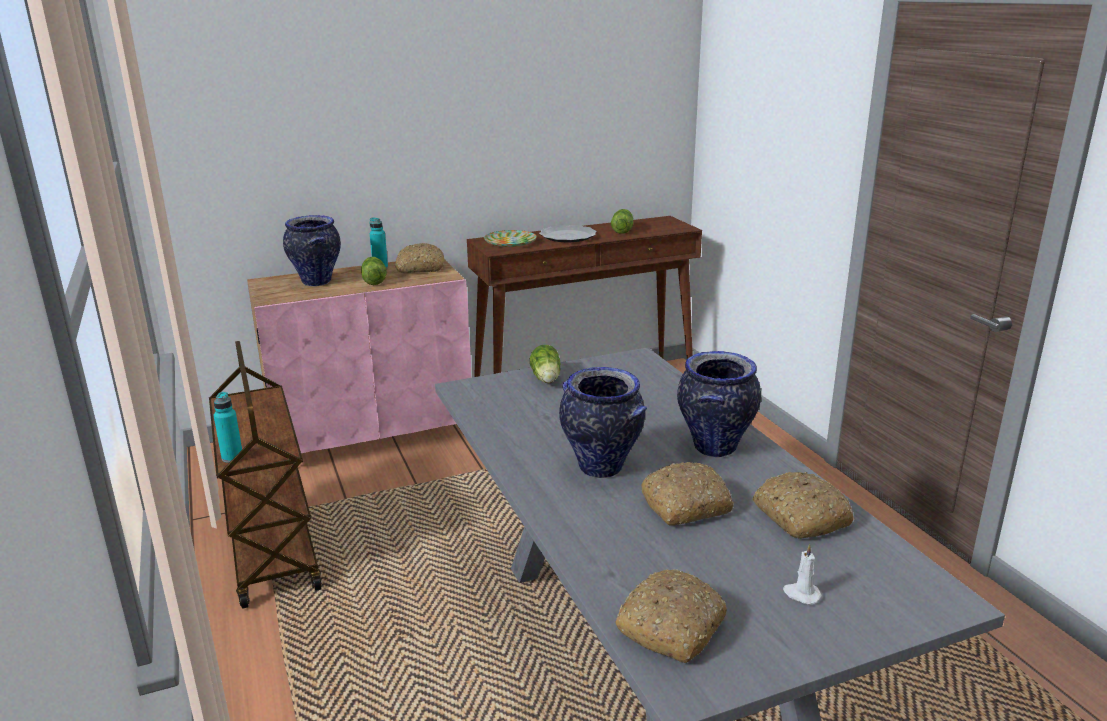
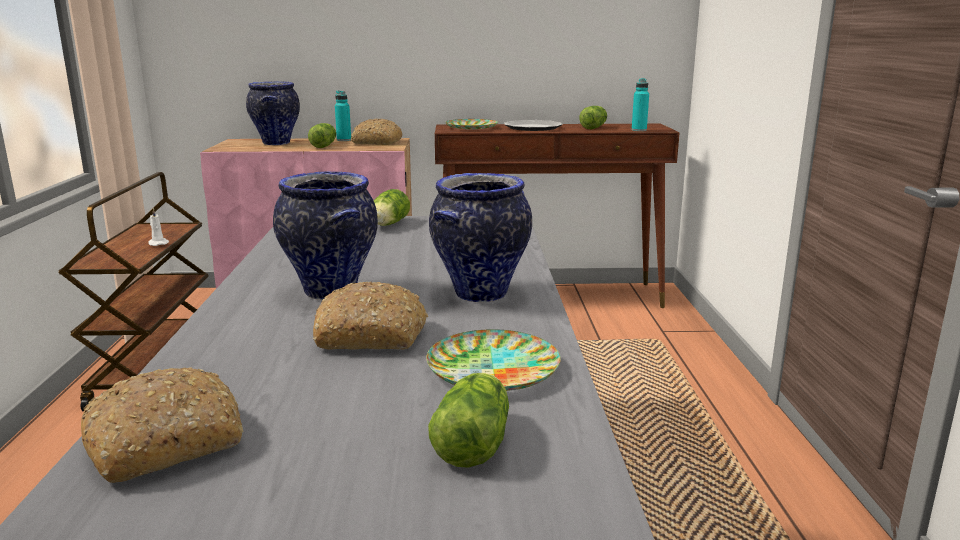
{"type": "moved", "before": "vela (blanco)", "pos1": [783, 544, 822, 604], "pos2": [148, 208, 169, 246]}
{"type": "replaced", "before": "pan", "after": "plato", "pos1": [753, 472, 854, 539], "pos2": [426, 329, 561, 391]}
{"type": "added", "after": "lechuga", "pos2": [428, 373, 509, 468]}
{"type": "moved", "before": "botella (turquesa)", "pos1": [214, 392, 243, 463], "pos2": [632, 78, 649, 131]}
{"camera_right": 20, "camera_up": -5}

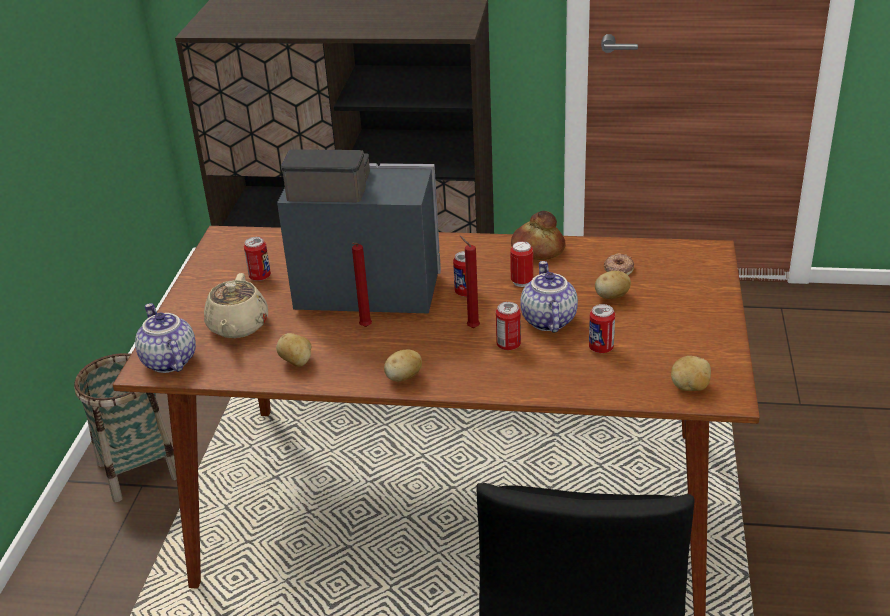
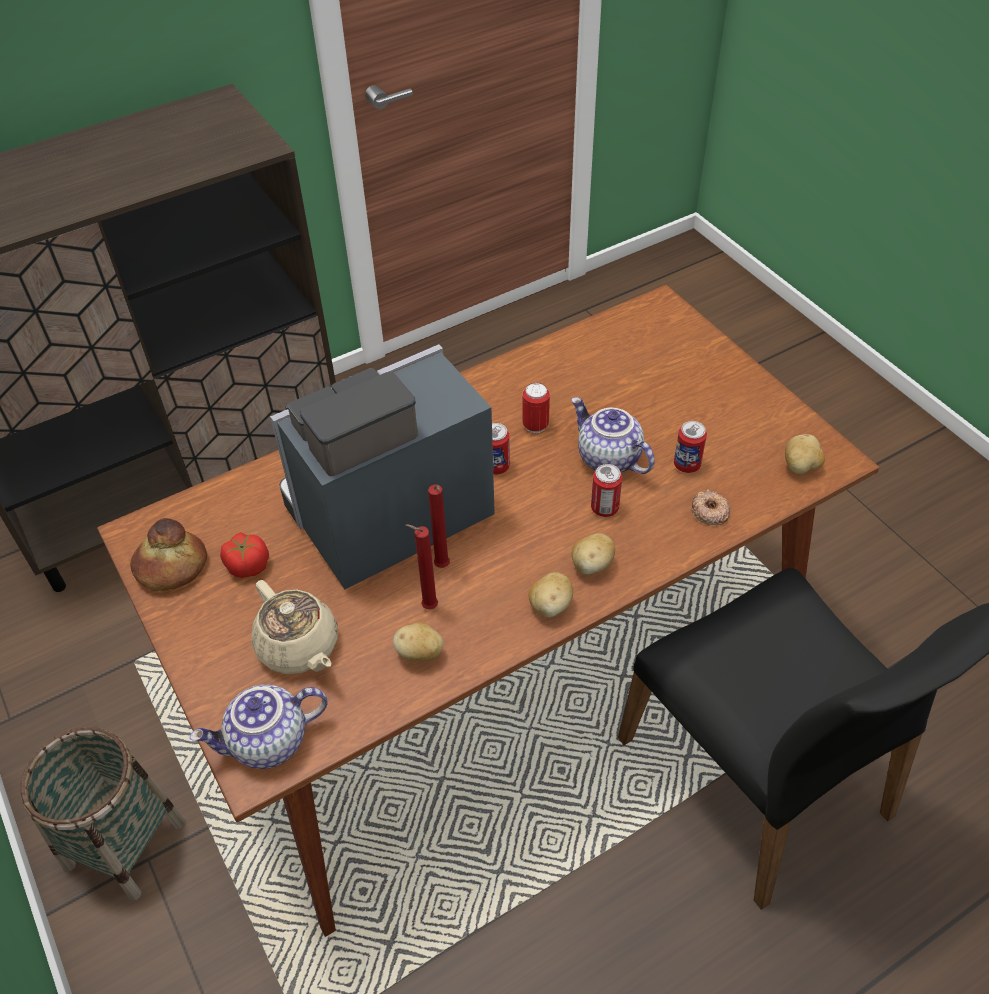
{"type": "moved", "before": "pan", "pos1": [511, 211, 566, 260], "pos2": [130, 518, 207, 591]}
{"type": "turned", "before": "tetera", "pos1": [135, 303, 196, 373], "pos2": [190, 685, 328, 769], "turn": -45}
{"type": "replaced", "before": "lata", "after": "tomate", "pos1": [244, 237, 271, 281], "pos2": [220, 532, 269, 578]}
{"type": "moved", "before": "vela (rojo)", "pos1": [460, 236, 480, 328], "pos2": [405, 524, 438, 609]}
{"type": "moved", "before": "patata", "pos1": [595, 271, 631, 299], "pos2": [571, 533, 615, 575]}
{"type": "moved", "before": "rosquilla", "pos1": [604, 253, 634, 275], "pos2": [691, 490, 730, 525]}
{"camera_right": -40, "camera_up": 15}

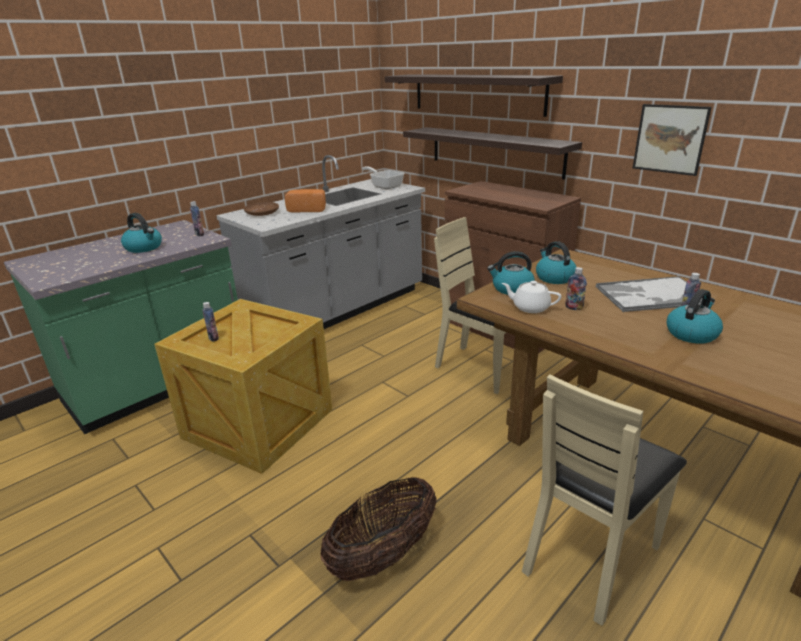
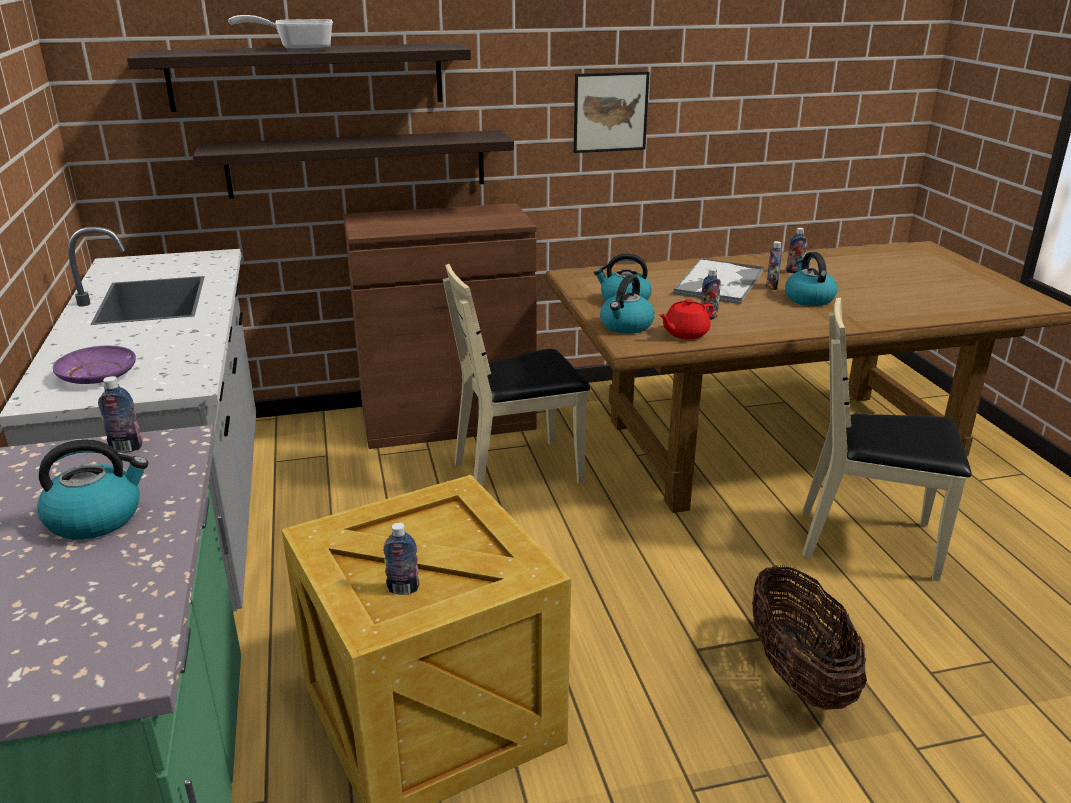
{"type": "recoloured", "before": "plato (marrón)", "after": "plato (morado)", "pos1": [244, 202, 279, 216], "pos2": [53, 346, 136, 384]}
{"type": "moved", "before": "sartén", "pos1": [362, 166, 404, 189], "pos2": [228, 15, 333, 51]}
{"type": "recoloured", "before": "tetera (blanco)", "after": "tetera (rojo)", "pos1": [502, 281, 561, 313], "pos2": [659, 299, 714, 339]}
{"type": "added", "after": "botella", "pos2": [786, 228, 808, 273]}
{"type": "turned", "before": "silla (beis)", "pos1": [522, 374, 687, 626], "pos2": [802, 298, 972, 581], "turn": 120}
{"type": "removed", "before": "pan", "pos1": [285, 189, 326, 213]}
{"camera_right": -60, "camera_up": 0}

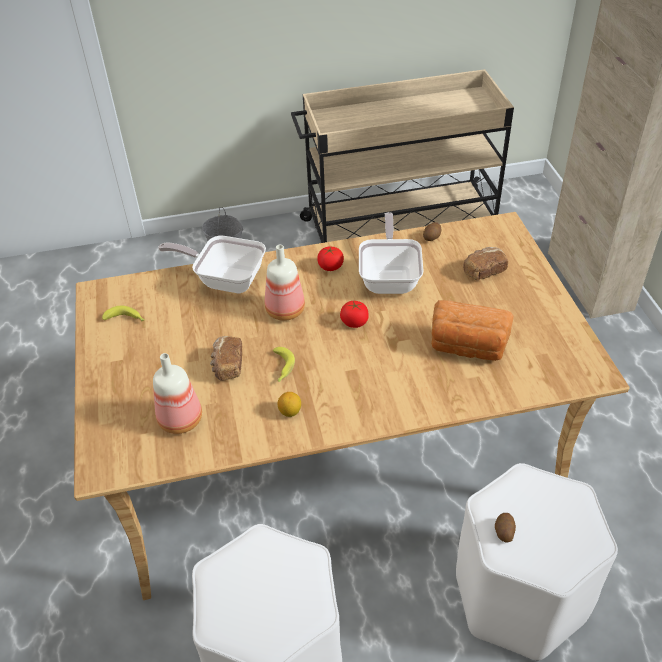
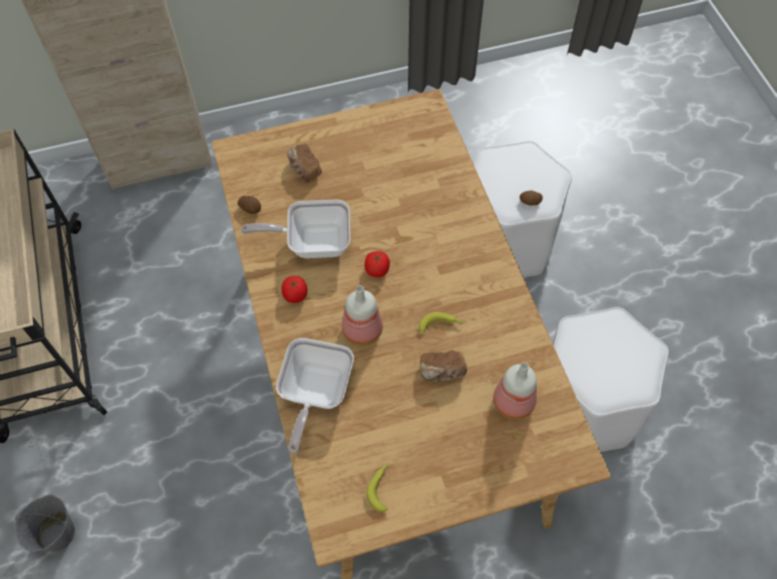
{"type": "removed", "before": "limón", "pos1": [278, 392, 301, 417]}
{"type": "removed", "before": "pan", "pos1": [431, 300, 514, 361]}
{"camera_right": -95, "camera_up": 15}

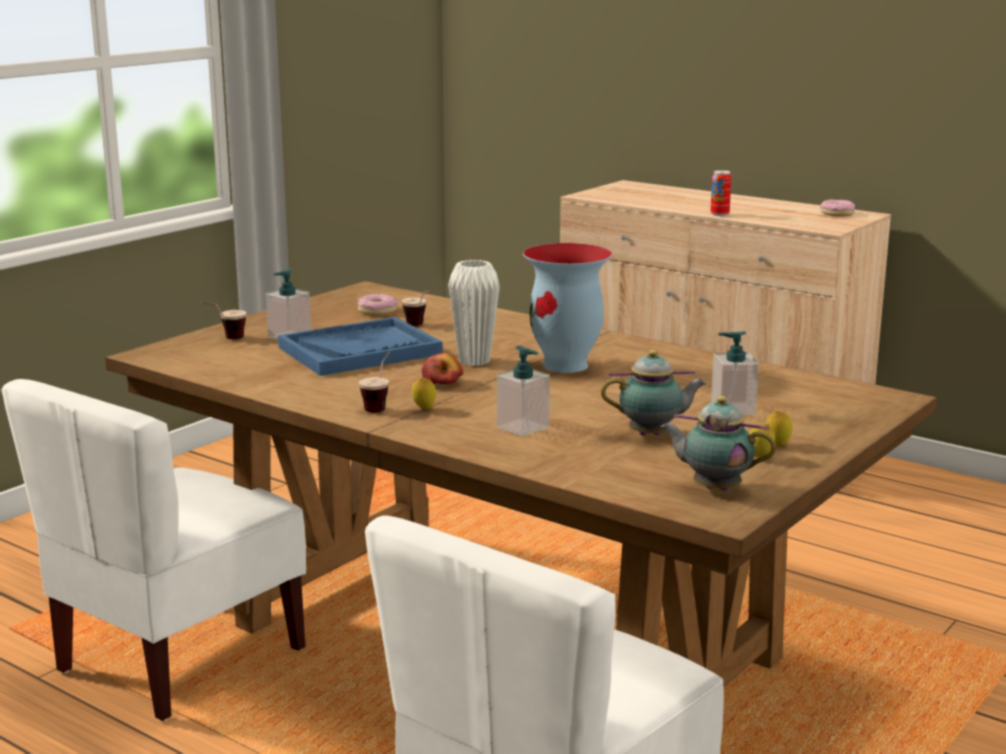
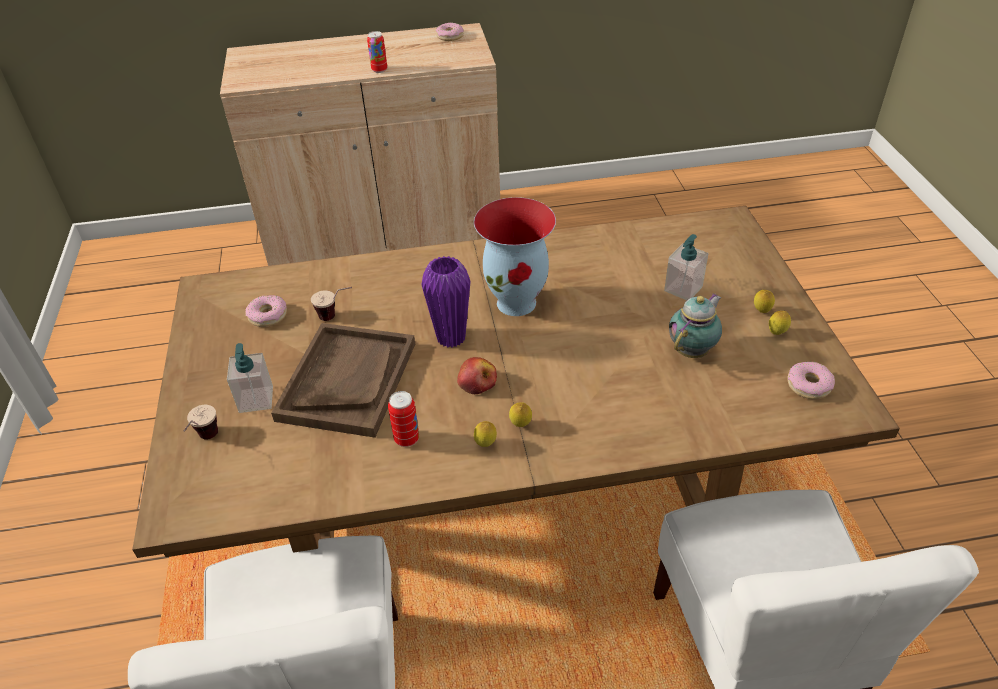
{"type": "recoloured", "before": "bandeja (azul)", "after": "bandeja (marrón)", "pos1": [278, 317, 443, 376], "pos2": [271, 323, 415, 438]}
{"type": "added", "after": "lata", "pos2": [388, 391, 419, 447]}
{"type": "recoloured", "before": "florero (blanco)", "after": "florero (morado)", "pos1": [448, 260, 500, 366], "pos2": [421, 256, 471, 348]}
{"type": "replaced", "before": "taza", "after": "limón", "pos1": [359, 351, 391, 413], "pos2": [474, 421, 497, 447]}
{"type": "replaced", "before": "tetera", "after": "rosquilla", "pos1": [660, 396, 776, 491], "pos2": [787, 361, 835, 399]}
{"type": "removed", "before": "dispensador de jabón", "pos1": [497, 346, 550, 437]}
{"camera_right": -45, "camera_up": 25}

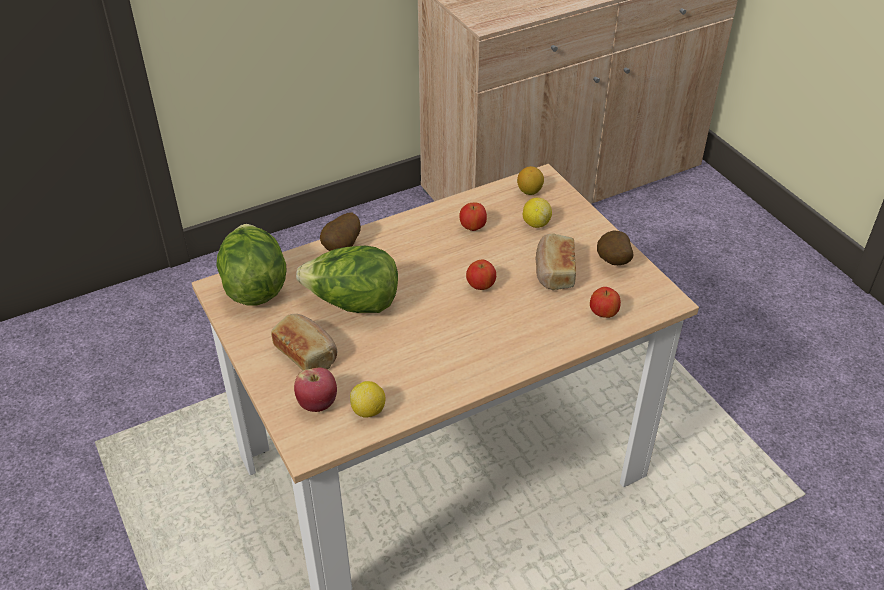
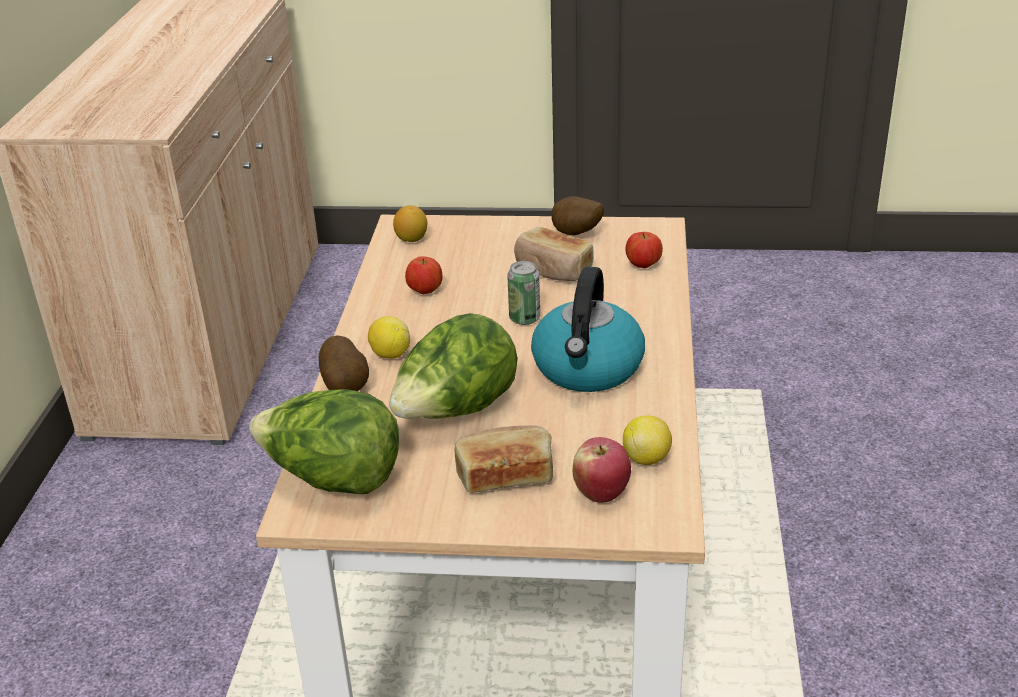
{"type": "moved", "before": "limón", "pos1": [523, 198, 552, 228], "pos2": [368, 316, 410, 359]}
{"type": "replaced", "before": "manzana", "after": "lata", "pos1": [466, 259, 496, 290], "pos2": [507, 261, 540, 325]}
{"type": "added", "after": "hervidor", "pos2": [531, 266, 645, 392]}
{"camera_right": -55, "camera_up": -10}

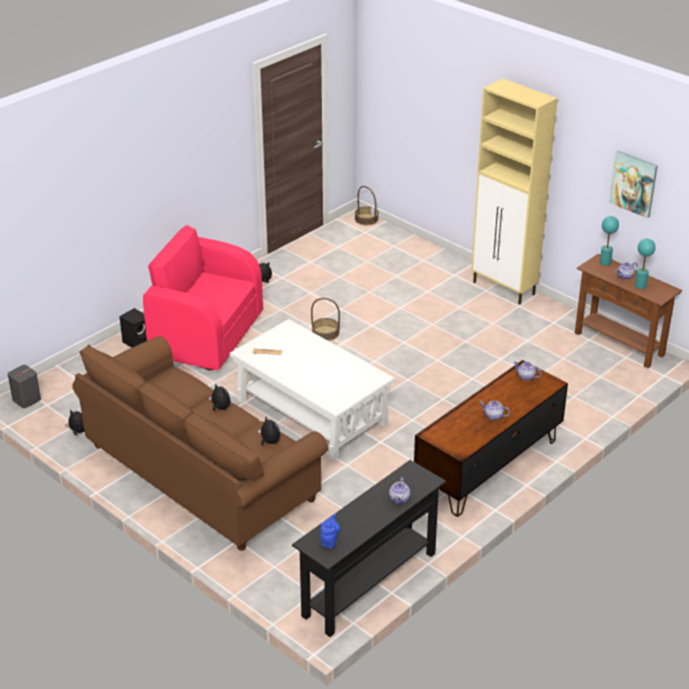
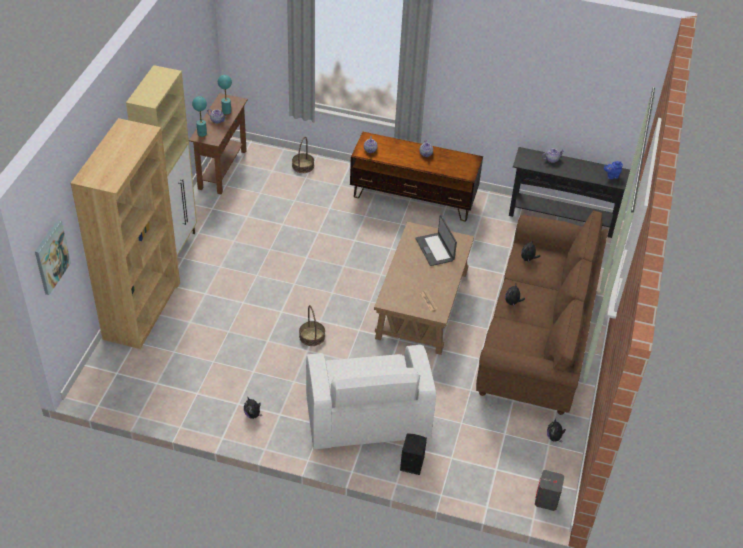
{"type": "moved", "before": "cuadro", "pos1": [609, 151, 658, 218], "pos2": [35, 220, 71, 295]}
{"type": "added", "after": "estantería (marrón)", "pos2": [71, 118, 180, 349]}
{"type": "moved", "before": "cesta", "pos1": [355, 186, 379, 225], "pos2": [292, 137, 314, 173]}
{"type": "recoloured", "before": "sillón (rosa)", "after": "sillón (blanco)", "pos1": [143, 225, 263, 370], "pos2": [306, 345, 436, 449]}
{"type": "recoloured", "before": "mesa de centro (blanco)", "after": "mesa de centro (marrón)", "pos1": [230, 319, 395, 460], "pos2": [374, 222, 474, 355]}
{"type": "added", "after": "portátil", "pos2": [416, 215, 457, 266]}
{"camera_right": -120, "camera_up": 10}

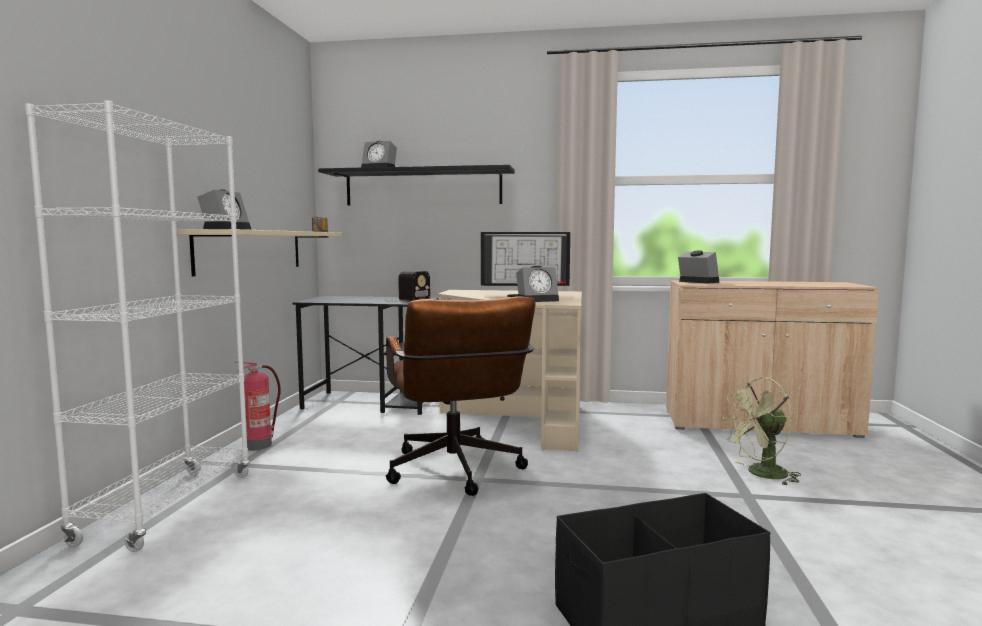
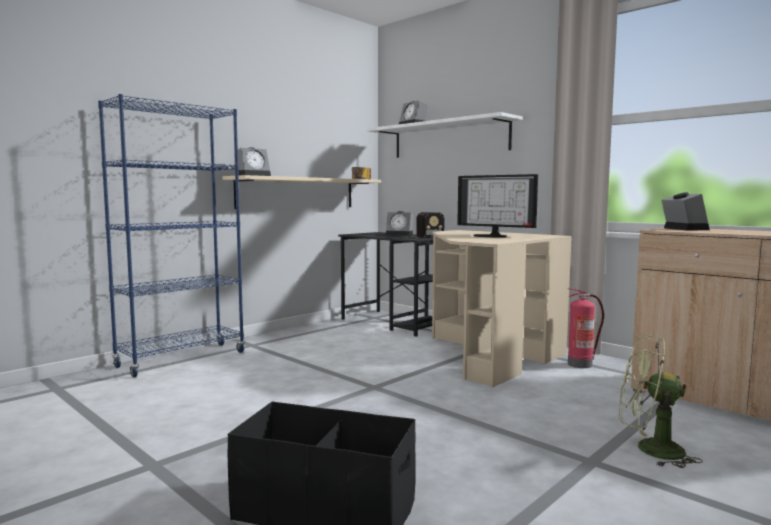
{"type": "recoloured", "before": "estantería (blanco)", "after": "estantería (azul)", "pos1": [25, 100, 250, 552], "pos2": [98, 94, 245, 377]}
{"type": "recoloured", "before": "estante (negro)", "after": "estante (blanco)", "pos1": [318, 165, 515, 206], "pos2": [367, 112, 523, 158]}
{"type": "moved", "before": "despertador", "pos1": [516, 266, 559, 302], "pos2": [386, 211, 414, 236]}
{"type": "moved", "before": "extintor", "pos1": [235, 361, 281, 450], "pos2": [568, 288, 604, 368]}
{"type": "removed", "before": "silla de oficina (marrón)", "pos1": [386, 297, 536, 496]}
{"camera_right": 35, "camera_up": 0}

